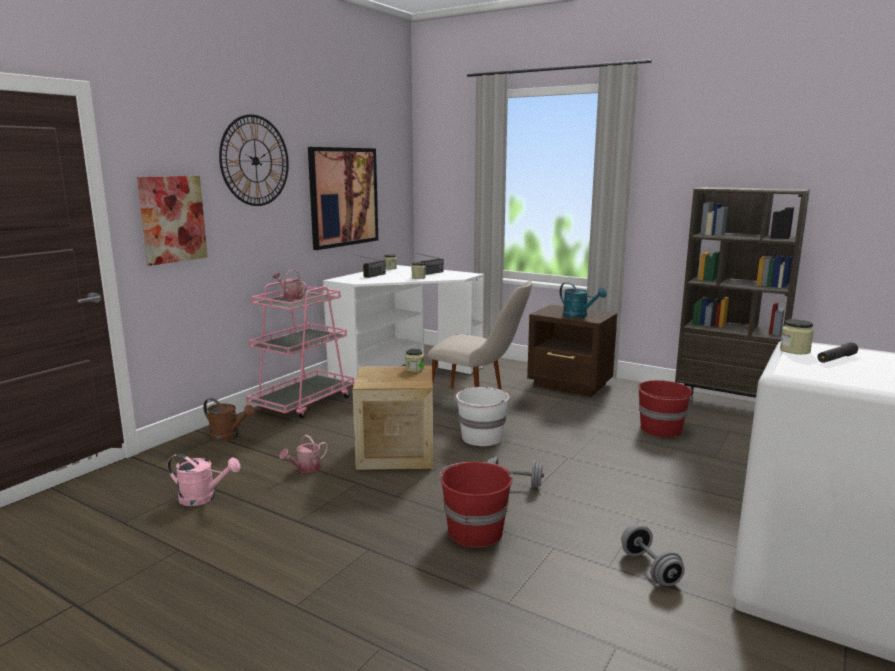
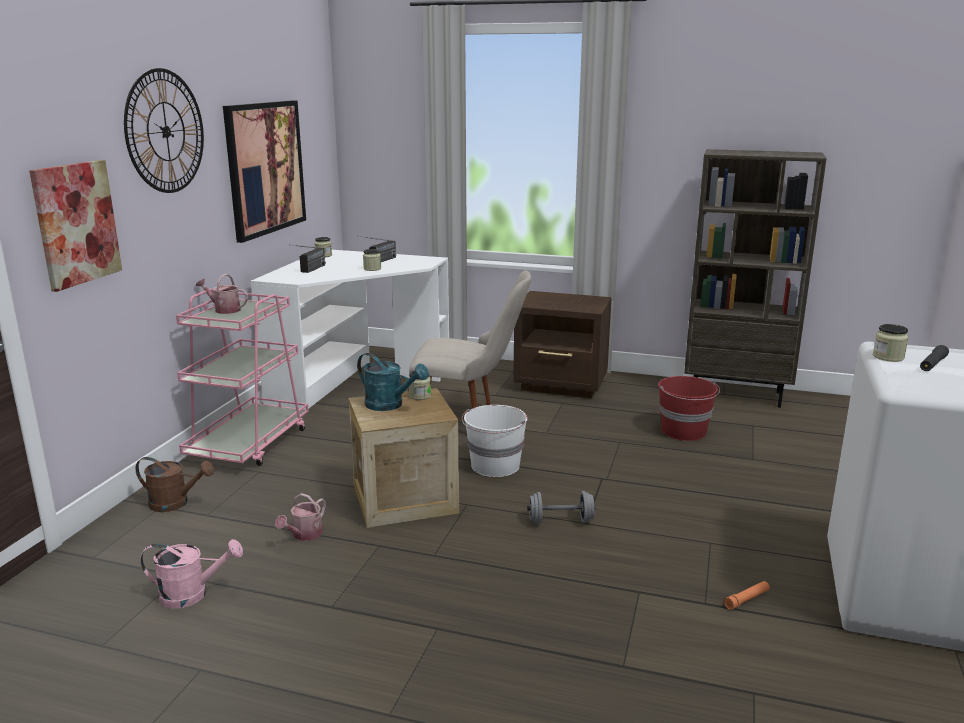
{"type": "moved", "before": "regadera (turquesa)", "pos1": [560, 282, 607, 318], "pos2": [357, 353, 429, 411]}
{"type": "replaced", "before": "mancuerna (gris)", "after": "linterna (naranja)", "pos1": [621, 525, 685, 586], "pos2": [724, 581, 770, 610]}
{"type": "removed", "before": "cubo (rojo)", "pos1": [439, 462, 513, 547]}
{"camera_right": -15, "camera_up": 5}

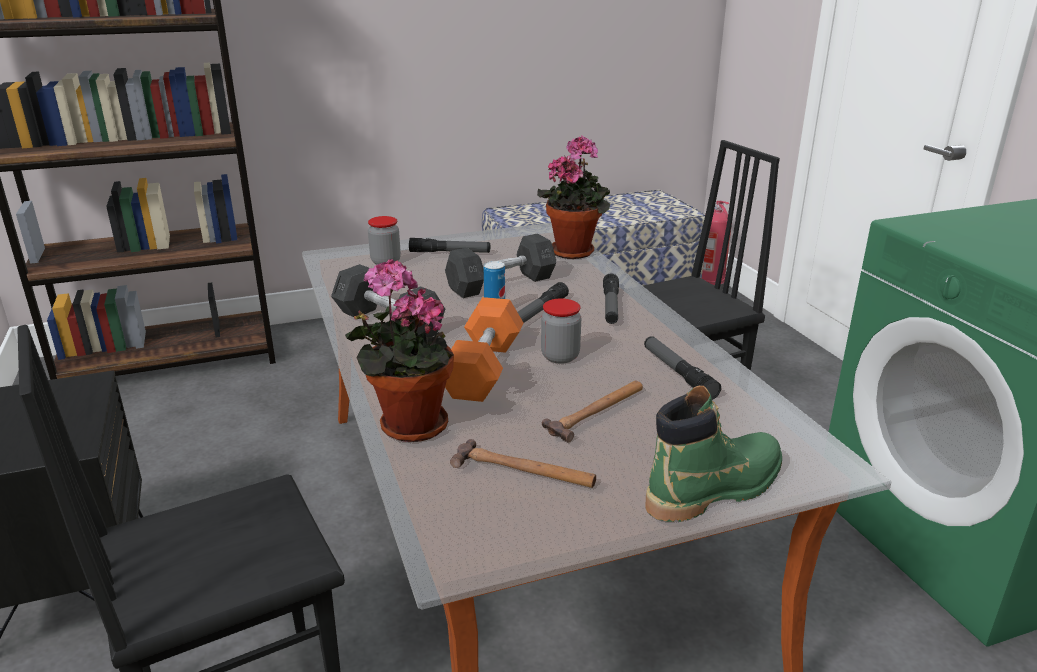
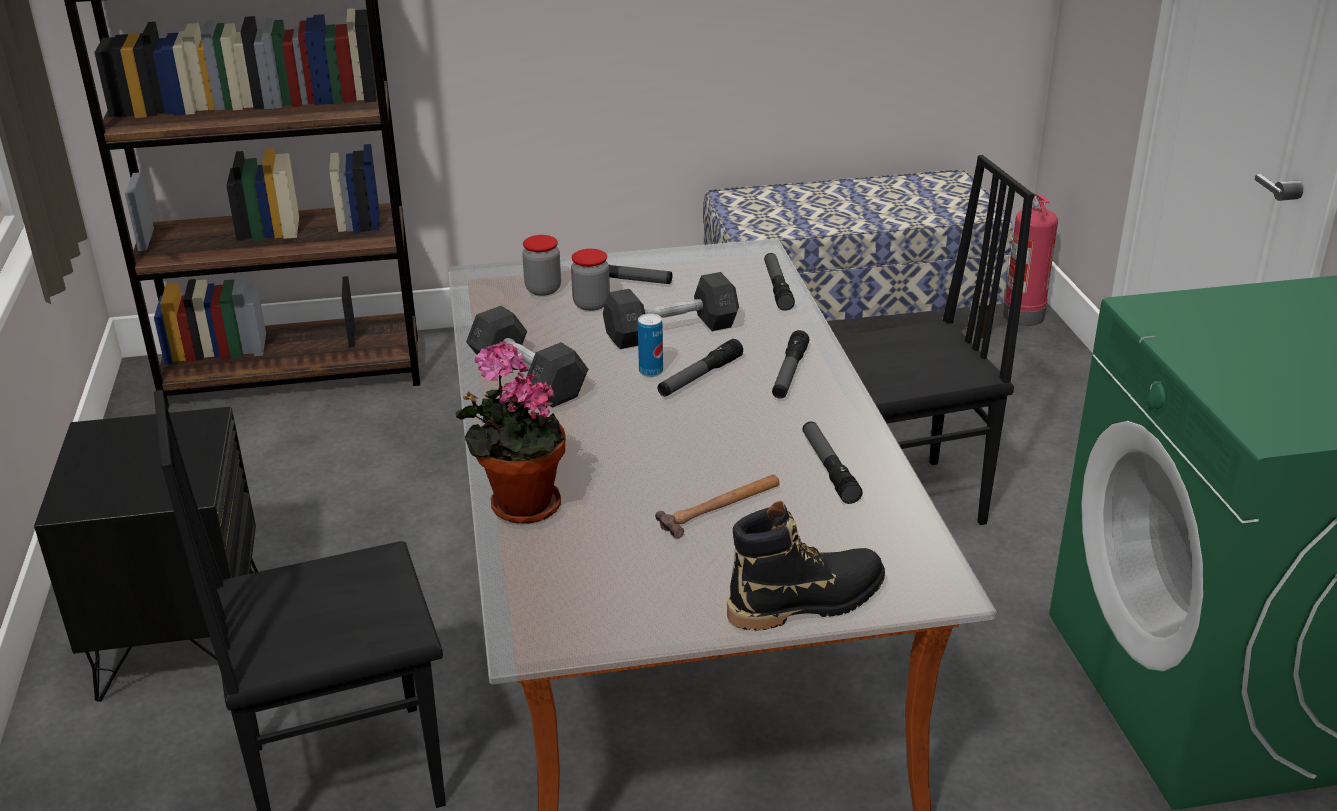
{"type": "moved", "before": "tarro", "pos1": [541, 298, 581, 364], "pos2": [571, 249, 610, 311]}
{"type": "recoloured", "before": "bota (verde)", "after": "bota (negro)", "pos1": [646, 385, 782, 522], "pos2": [727, 501, 885, 631]}
{"type": "replaced", "before": "planta en maceta", "after": "linterna", "pos1": [537, 135, 610, 259], "pos2": [764, 253, 795, 311]}
{"type": "removed", "before": "mancuerna (naranja)", "pos1": [445, 297, 524, 402]}
{"type": "removed", "before": "martillo", "pos1": [450, 439, 596, 488]}
{"camera_right": 10, "camera_up": 5}

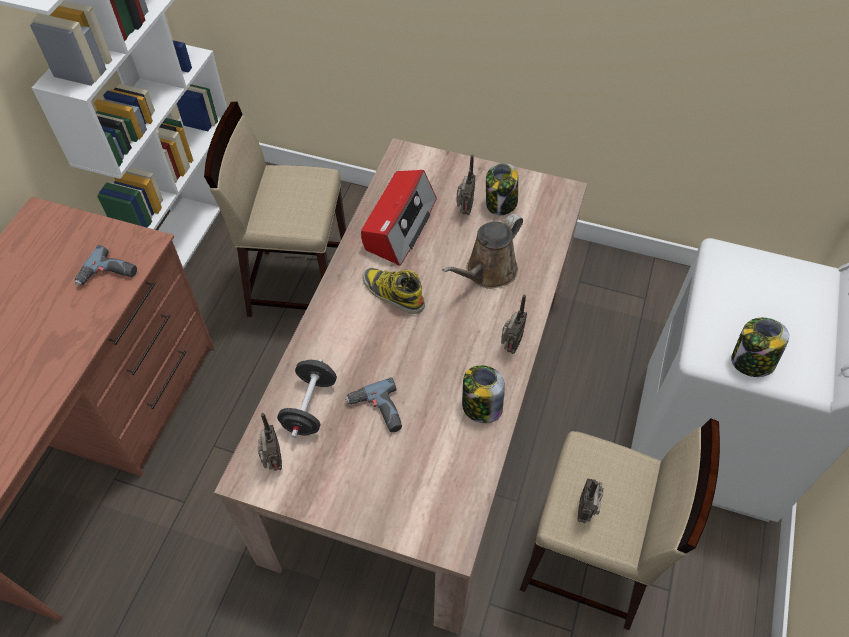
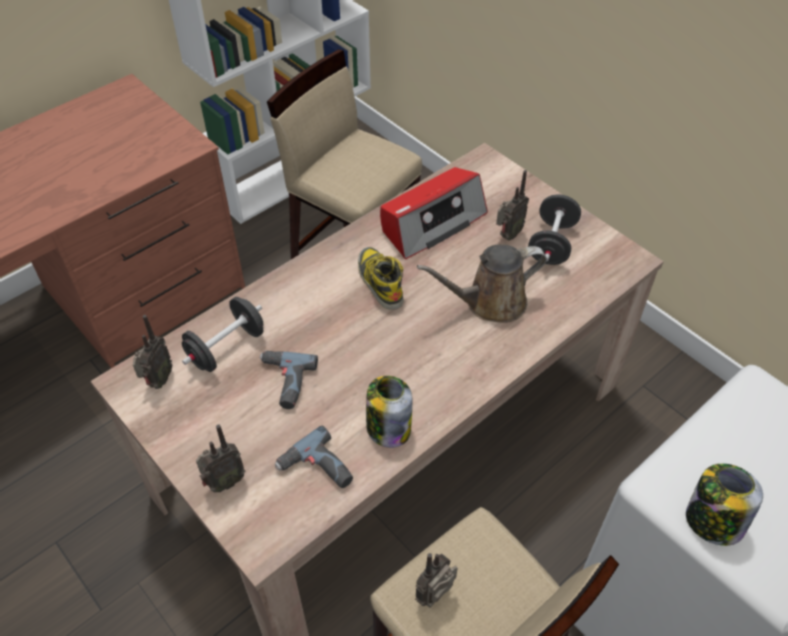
{"type": "moved", "before": "radio", "pos1": [501, 295, 527, 354], "pos2": [196, 424, 245, 492]}
{"type": "moved", "before": "taladro", "pos1": [75, 245, 137, 286], "pos2": [275, 426, 353, 488]}
{"type": "replaced", "before": "tarro", "after": "mancuerna (negro)", "pos1": [486, 163, 518, 215], "pos2": [528, 194, 581, 265]}
{"camera_right": 30, "camera_up": -5}

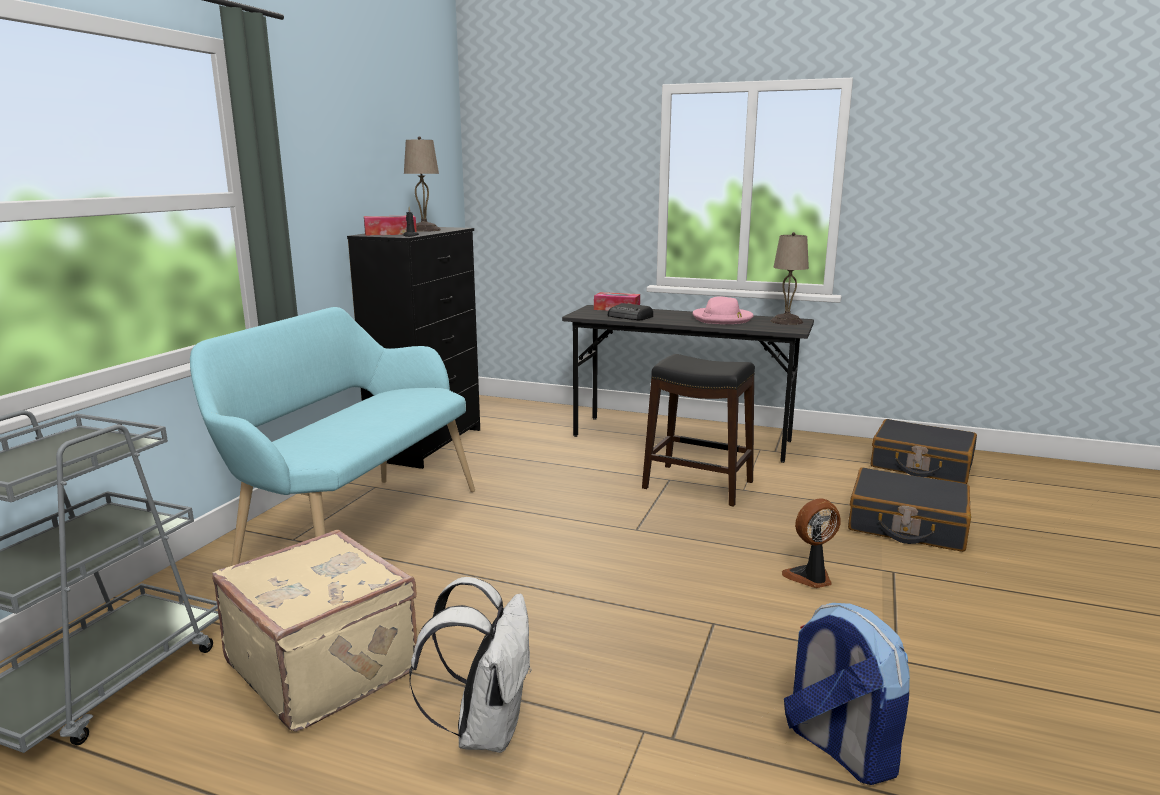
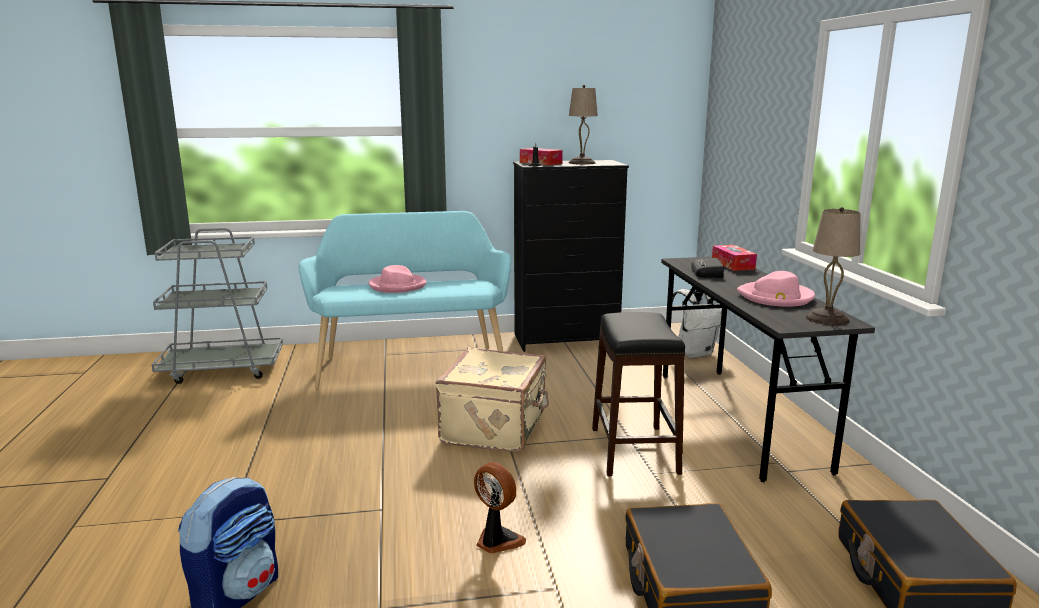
{"type": "added", "after": "sombrero (rosa)", "pos2": [369, 265, 426, 293]}
{"type": "moved", "before": "maleta (beis)", "pos1": [212, 530, 417, 732], "pos2": [436, 347, 549, 452]}
{"type": "moved", "before": "mochila (blanco)", "pos1": [409, 577, 532, 753], "pos2": [672, 289, 722, 358]}
{"camera_right": 60, "camera_up": 0}

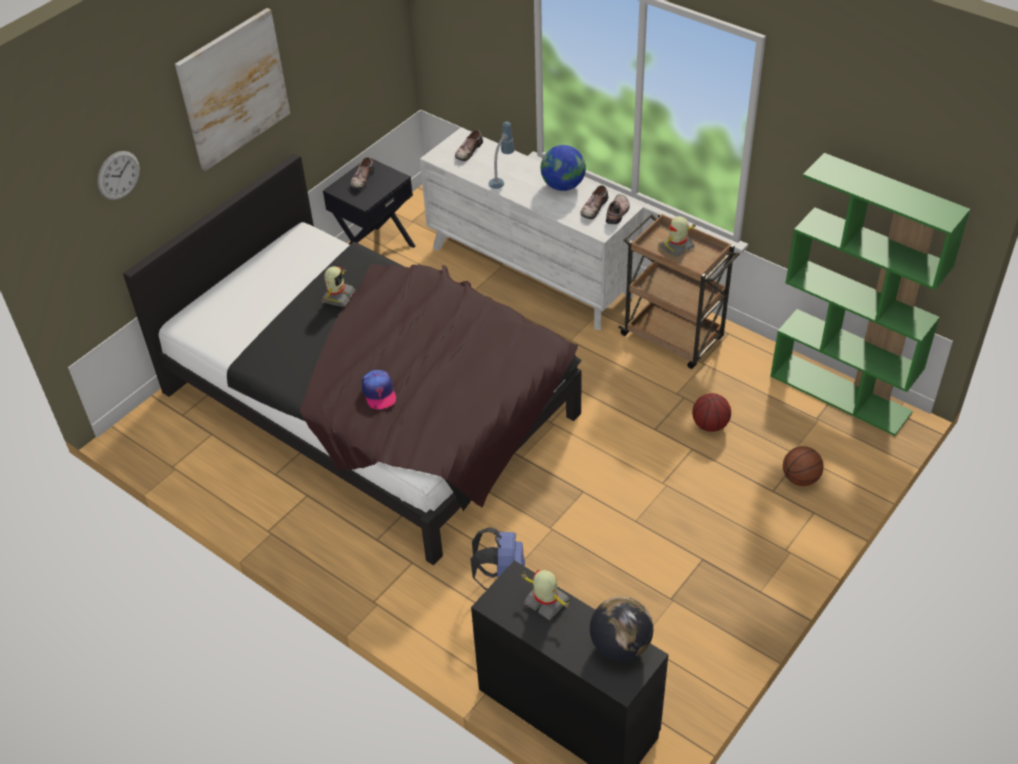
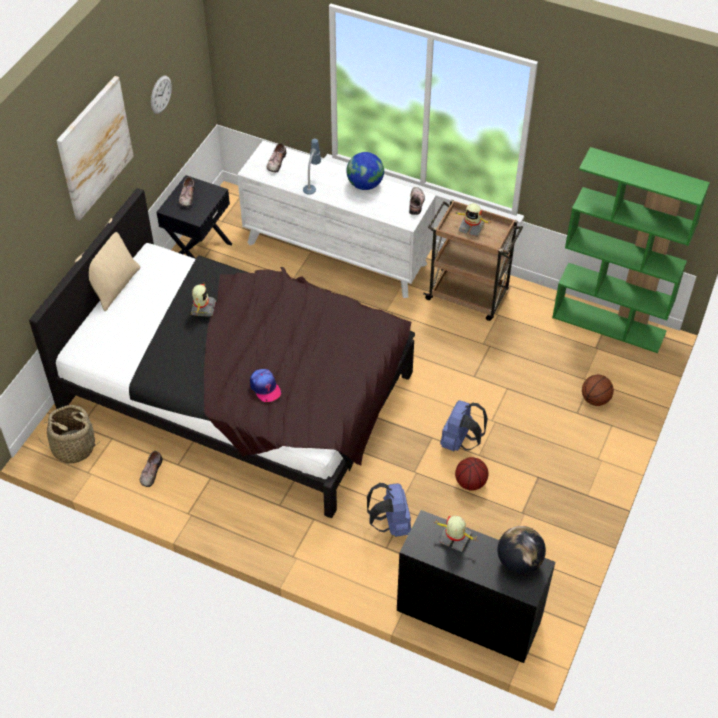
{"type": "added", "after": "cesta", "pos2": [38, 405, 101, 464]}
{"type": "added", "after": "cojín (beis)", "pos2": [75, 218, 141, 311]}
{"type": "moved", "before": "zapato", "pos1": [580, 185, 608, 219], "pos2": [140, 451, 163, 487]}
{"type": "moved", "before": "reloj de pared", "pos1": [98, 151, 140, 200], "pos2": [151, 76, 172, 114]}
{"type": "added", "after": "mochila (azul)", "pos2": [440, 401, 488, 451]}
{"type": "turned", "before": "robot de juguete", "pos1": [658, 216, 696, 258], "pos2": [454, 203, 492, 237], "turn": -105}
{"type": "moved", "before": "balón de baloncesto", "pos1": [692, 393, 731, 432], "pos2": [455, 457, 489, 491]}
{"camera_right": -15, "camera_up": 5}

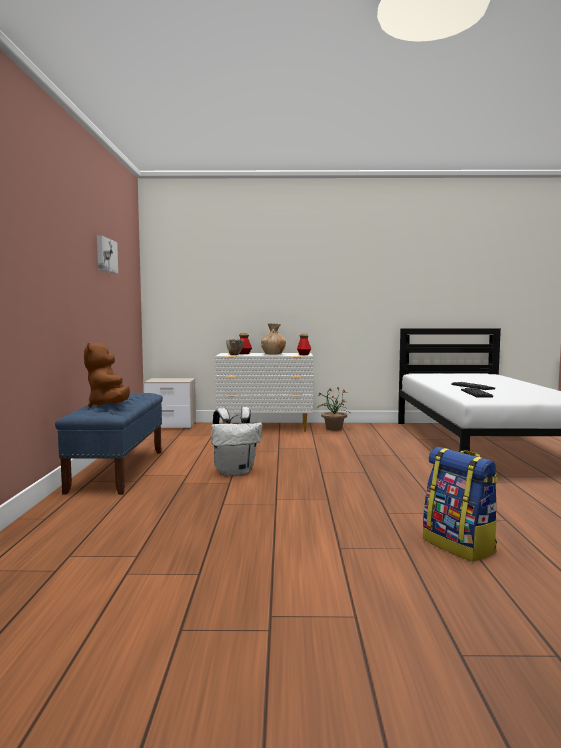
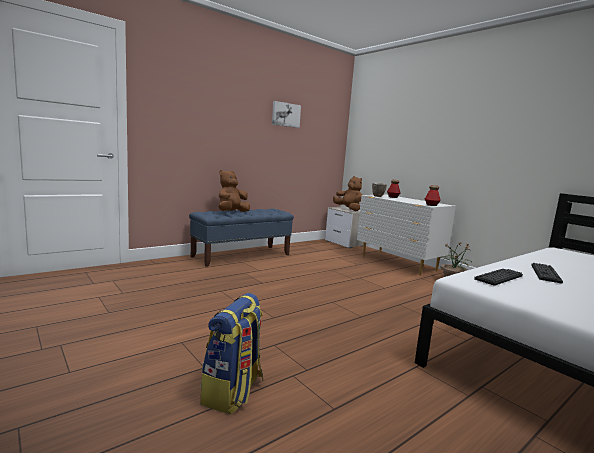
{"type": "added", "after": "peluche (marrón)", "pos2": [333, 176, 362, 211]}
{"type": "removed", "before": "mochila (blanco)", "pos1": [211, 407, 262, 476]}
{"type": "removed", "before": "florero (marrón)", "pos1": [261, 323, 286, 355]}
{"camera_right": 50, "camera_up": 5}

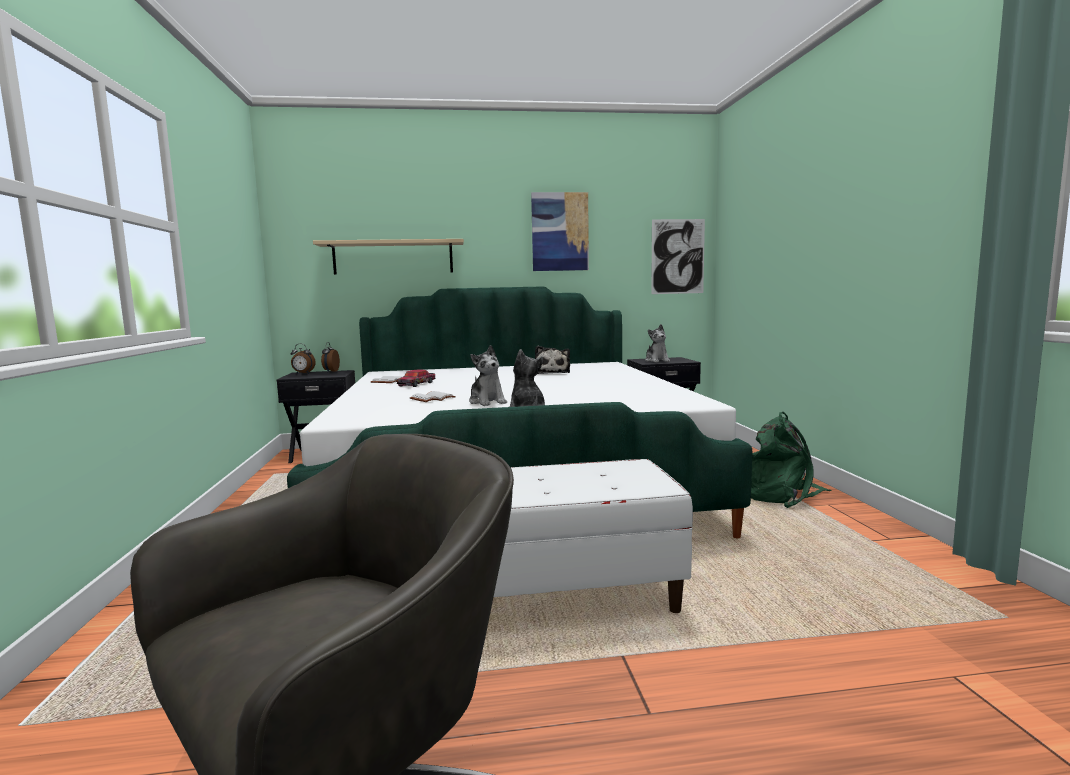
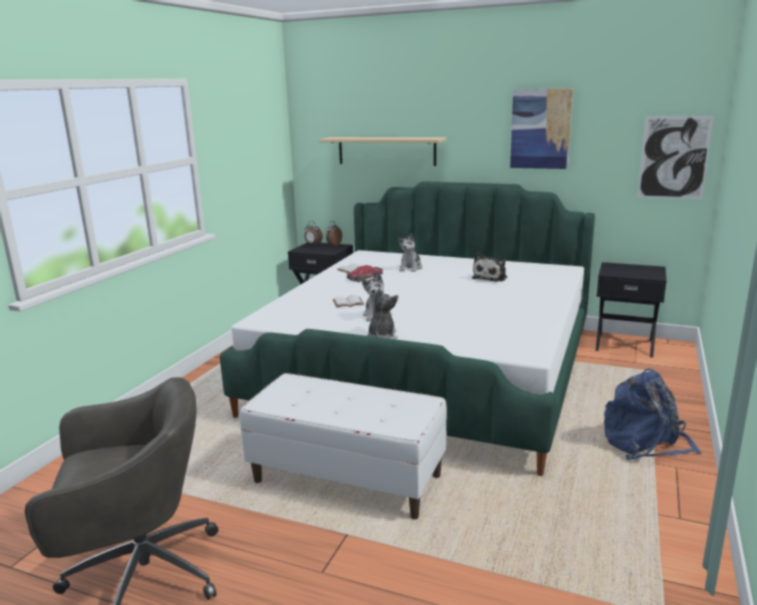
{"type": "moved", "before": "peluche", "pos1": [645, 324, 670, 362], "pos2": [398, 233, 422, 272]}
{"type": "recoloured", "before": "mochila (verde)", "after": "mochila (azul)", "pos1": [751, 412, 832, 508], "pos2": [604, 369, 702, 460]}
{"camera_right": 30, "camera_up": 10}

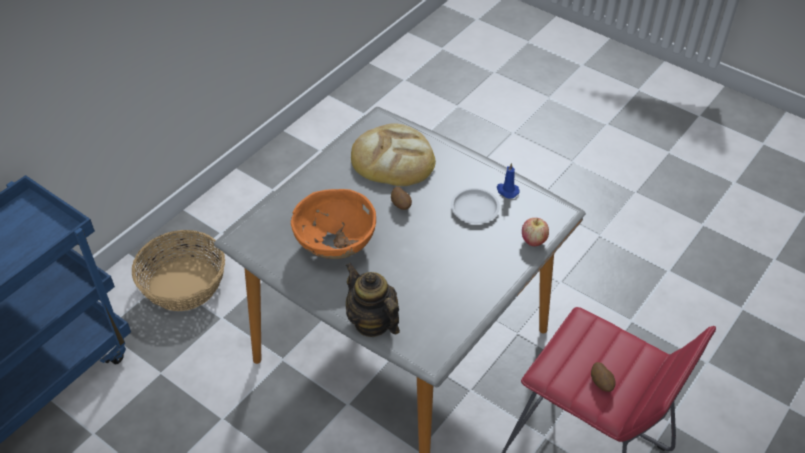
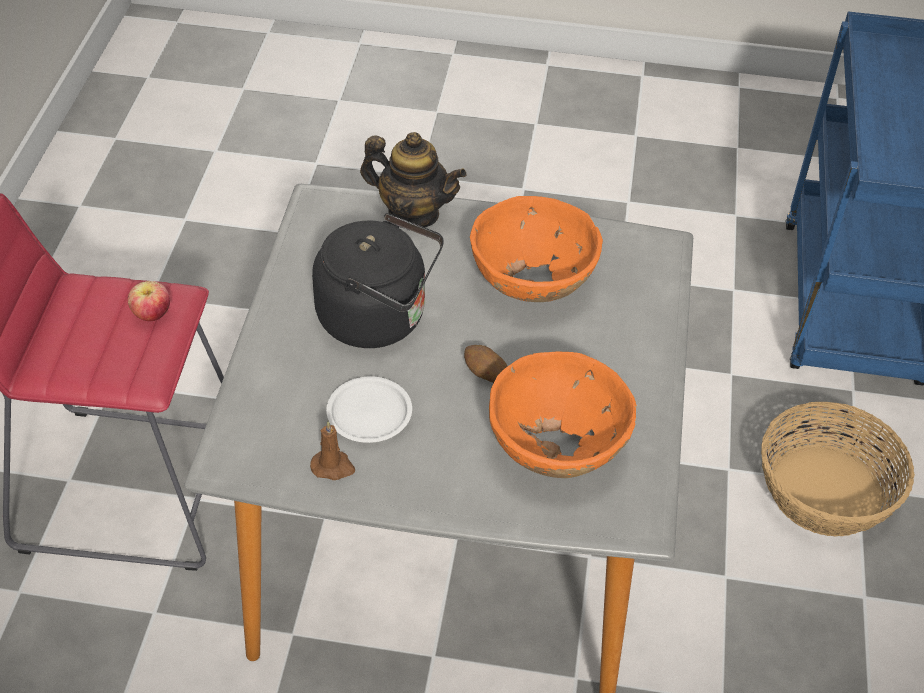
{"type": "moved", "before": "manzana", "pos1": [522, 218, 549, 246], "pos2": [128, 281, 170, 321]}
{"type": "recoloured", "before": "vela (azul)", "after": "vela (marrón)", "pos1": [497, 163, 519, 199], "pos2": [310, 421, 355, 480]}
{"type": "added", "after": "hervidor (negro)", "pos2": [312, 213, 444, 348]}
{"type": "replaced", "before": "pan", "after": "cuenco (naranja)", "pos1": [351, 124, 436, 186], "pos2": [489, 351, 637, 478]}
{"type": "removed", "before": "patata", "pos1": [591, 362, 616, 392]}
{"camera_right": 150, "camera_up": 0}

